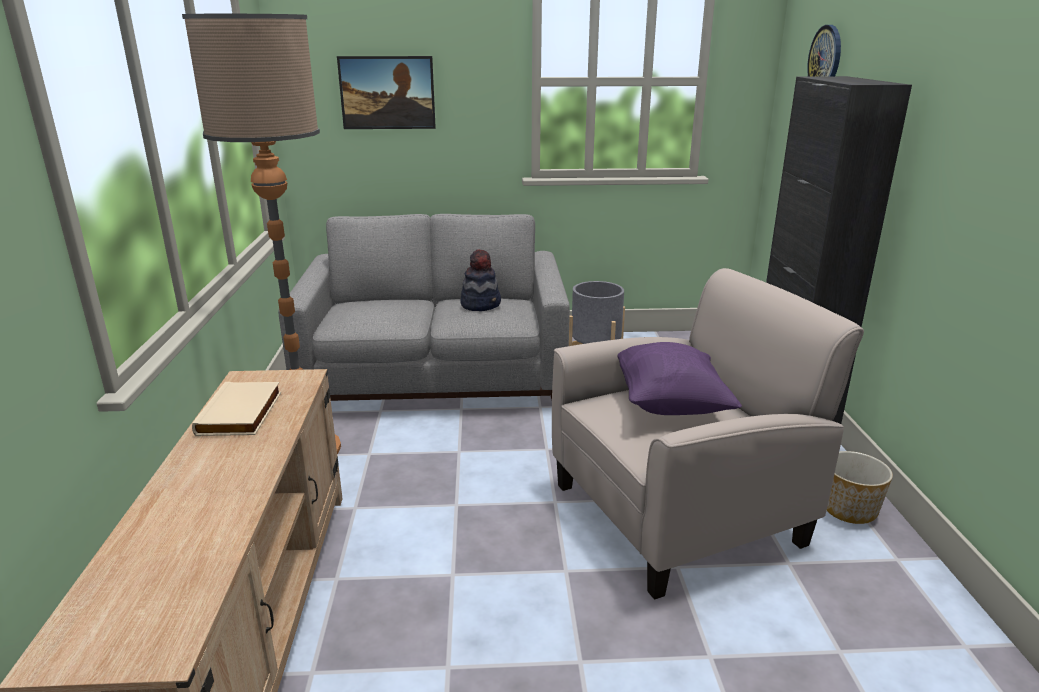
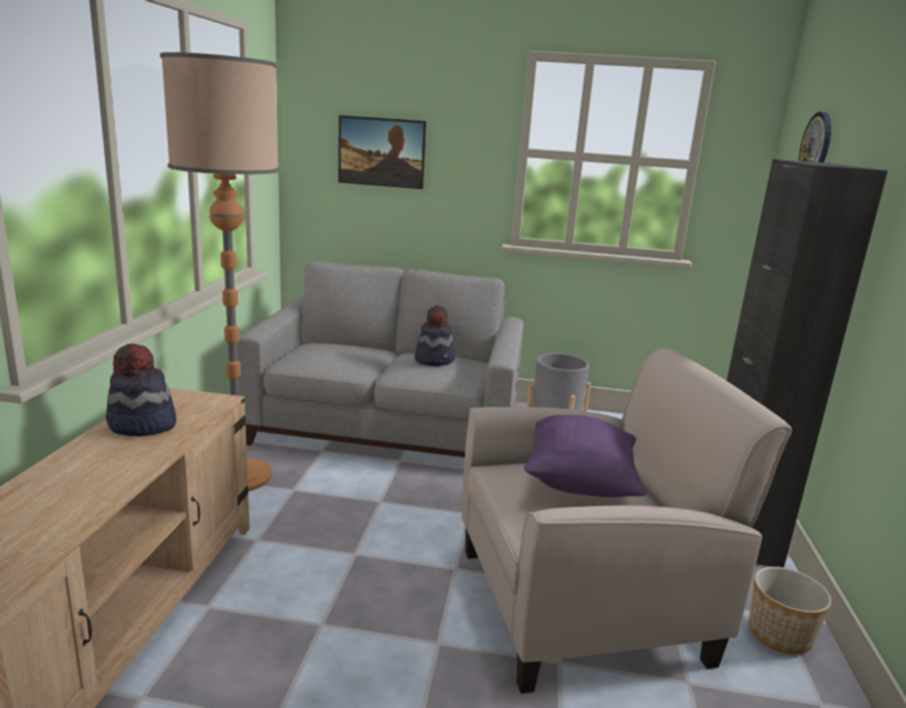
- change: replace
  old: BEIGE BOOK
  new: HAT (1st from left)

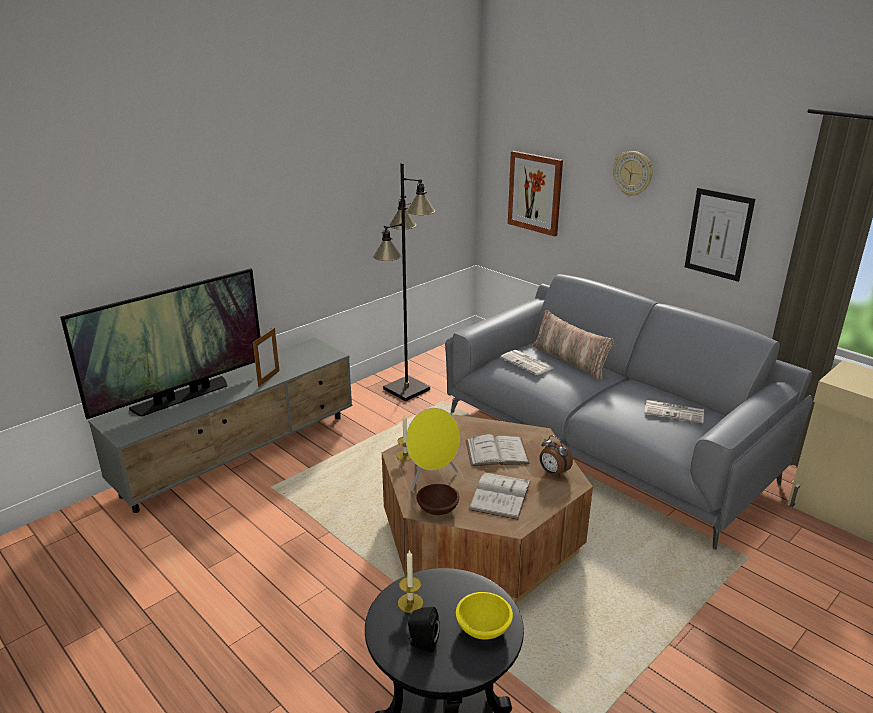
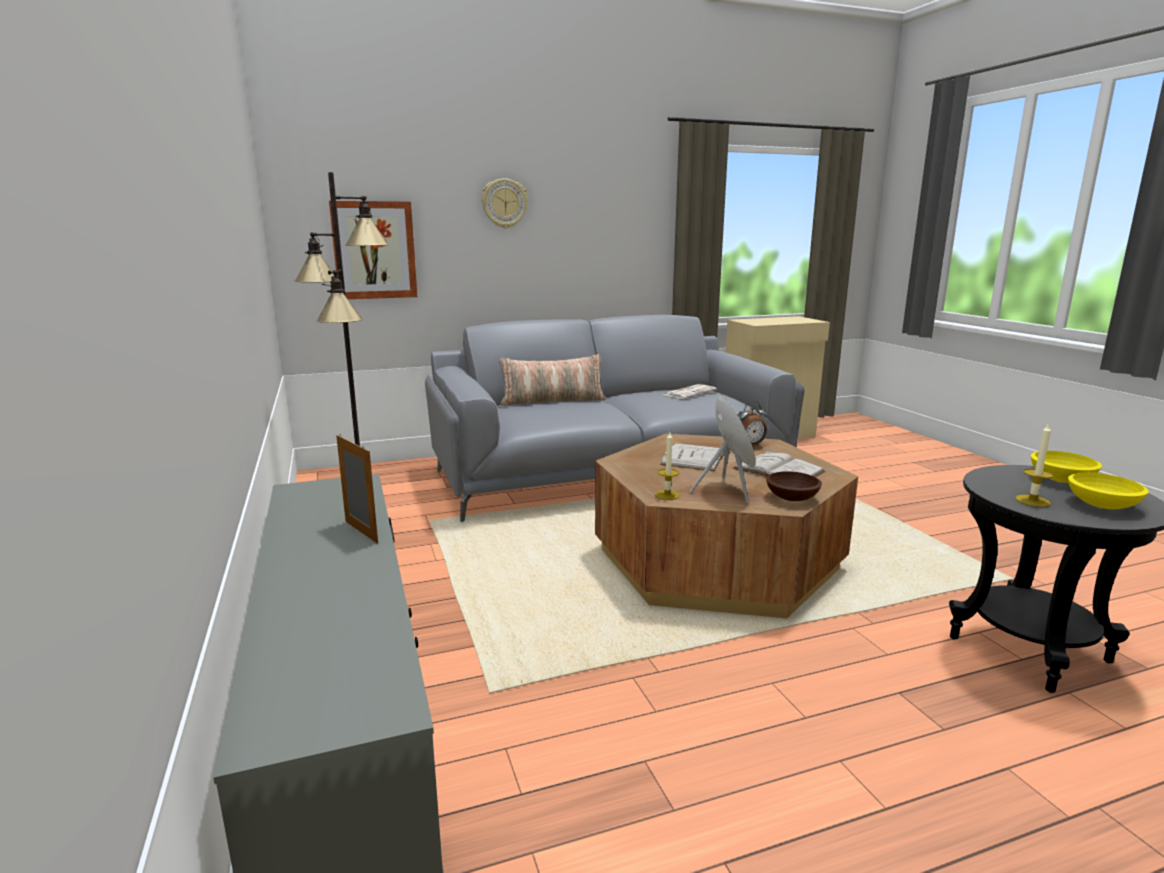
- change: delete
  old: TELEVISION
- change: delete
  old: NEWSPAPER (1st from left)
- change: delete
  old: PICTURE (2nd from left)
- change: replace
  old: BLACK SPEAKER
  new: YELLOW BOWL (2nd from left)

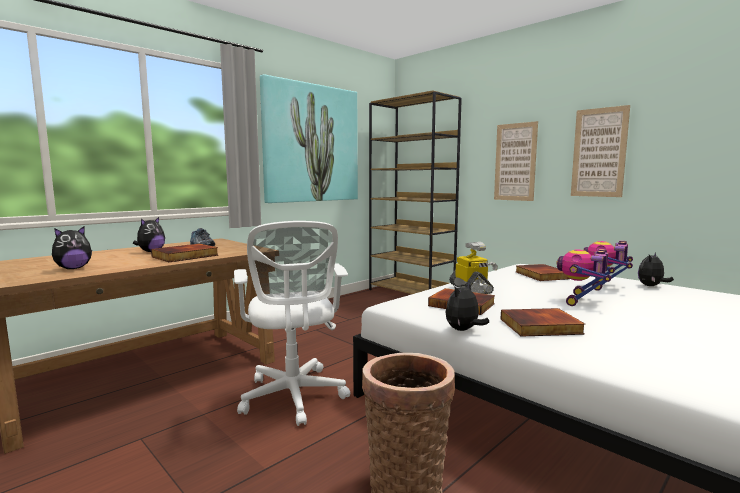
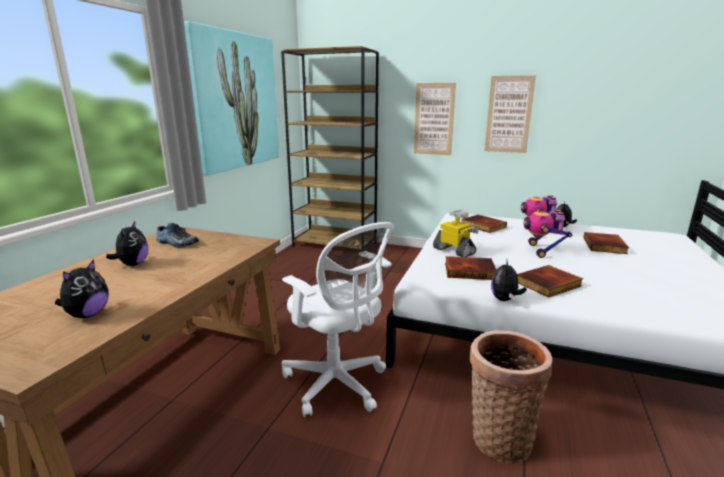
- change: move
  old: BOOK (1st from left in the first image)
  new: BOOK (4th from left)

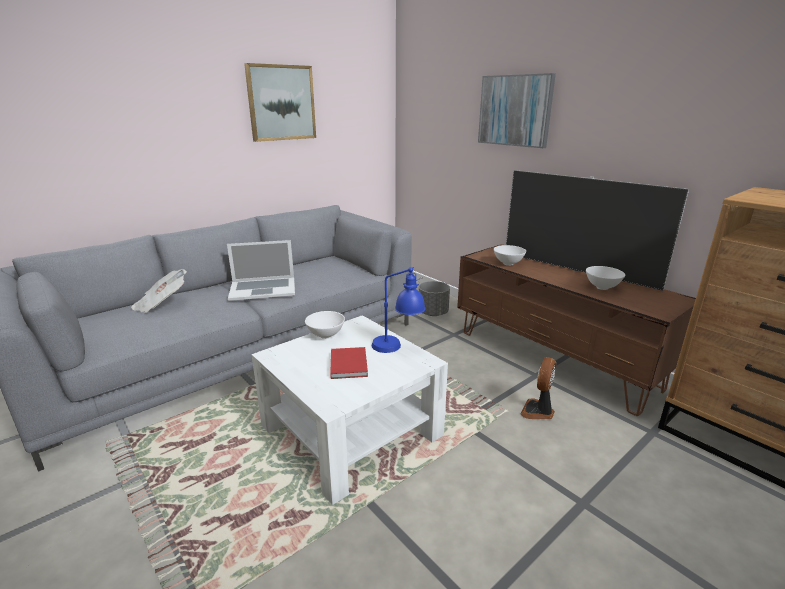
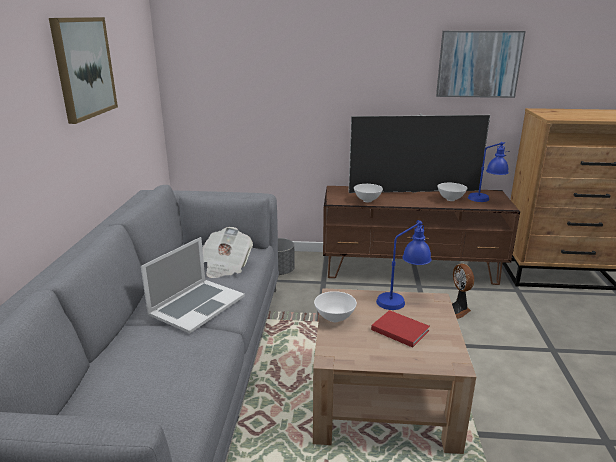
- change: insert
  new: BLUE TABLE LAMP (2nd from left)
- change: move
  old: NEWSPAPER
- change: move
  old: PICTURE (2nd from left)
- change: recolor
  old: WHITE COFFEE TABLE
  new: BROWN COFFEE TABLE

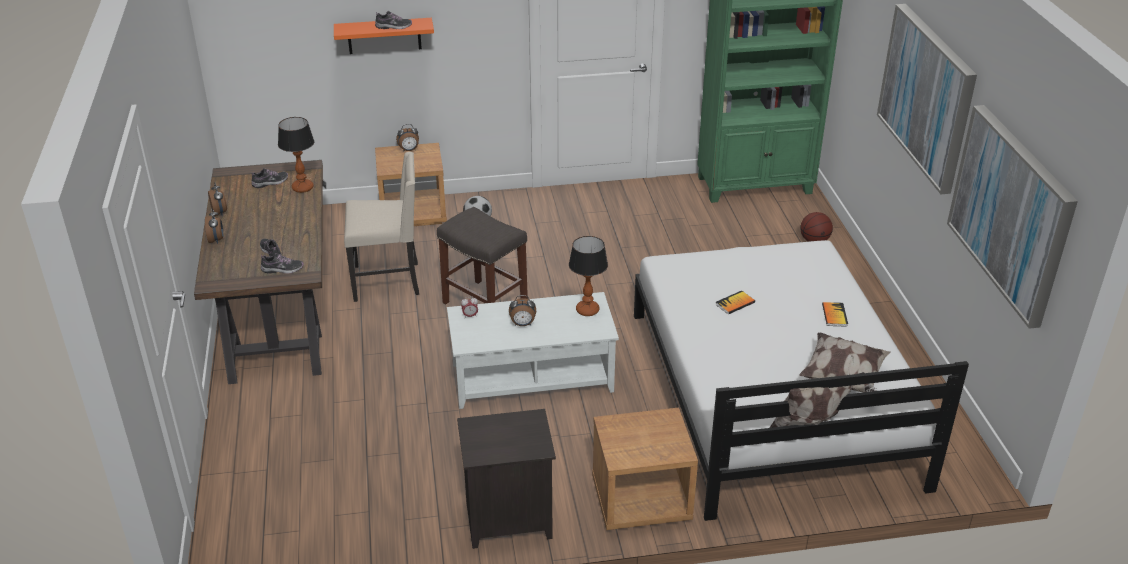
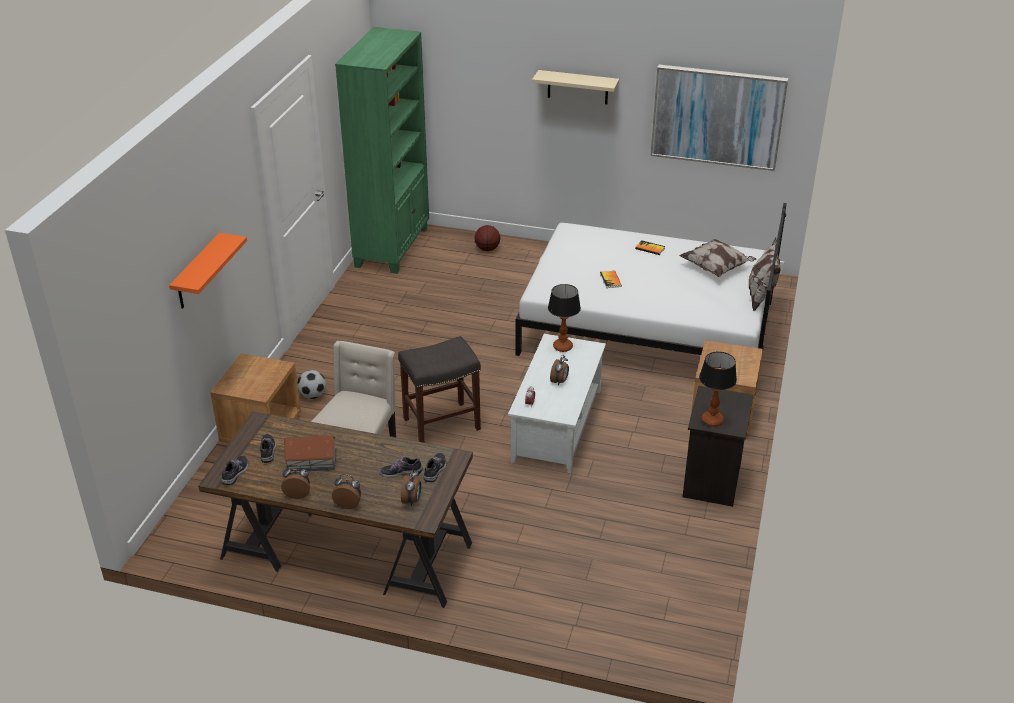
- change: insert
  new: TOY HOUSE
- change: move
  old: TABLE LAMP (1st from left in the first image)
  new: TABLE LAMP (2nd from left)
- change: move
  old: SHOE (4th from left in the first image)
  new: SHOE (1st from left)
- change: move
  old: ALARM CLOCK (3rd from left)
- change: replace
  old: PICTURE (1st from left)
  new: BEIGE SHELF

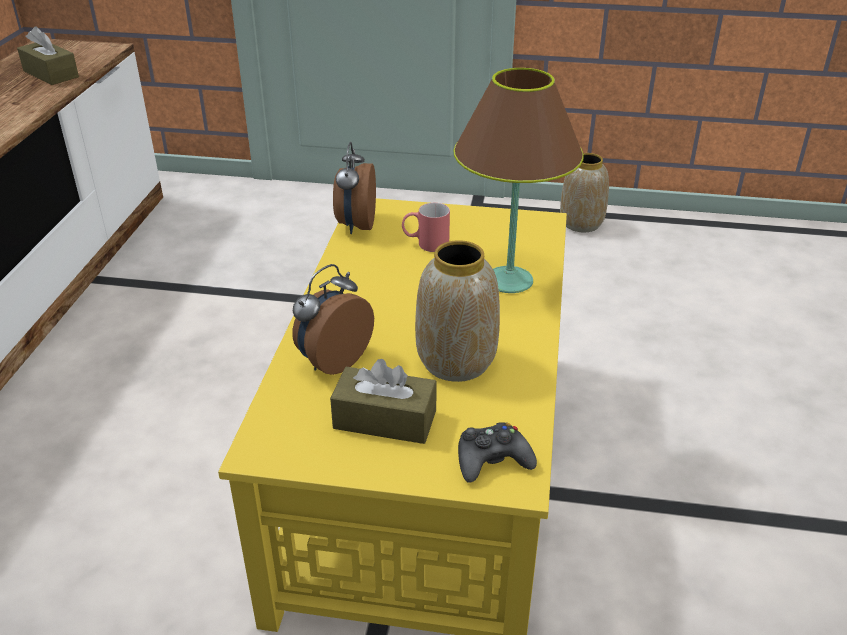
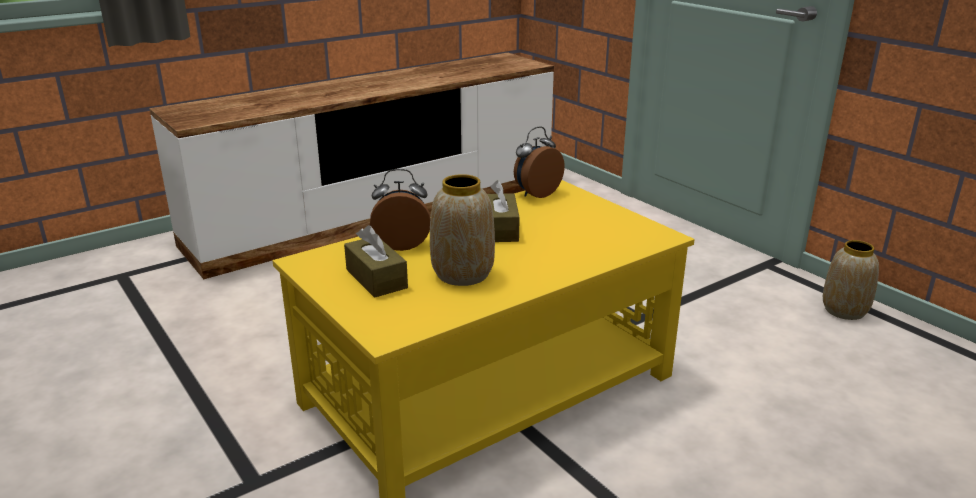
- change: delete
  old: RED MUG
- change: delete
  old: BROWN TABLE LAMP
- change: delete
  old: BLACK GAME CONTROLLER
- change: move
  old: BROWN TISSUE BOX (1st from left in the first image)
  new: BROWN TISSUE BOX (2nd from left)

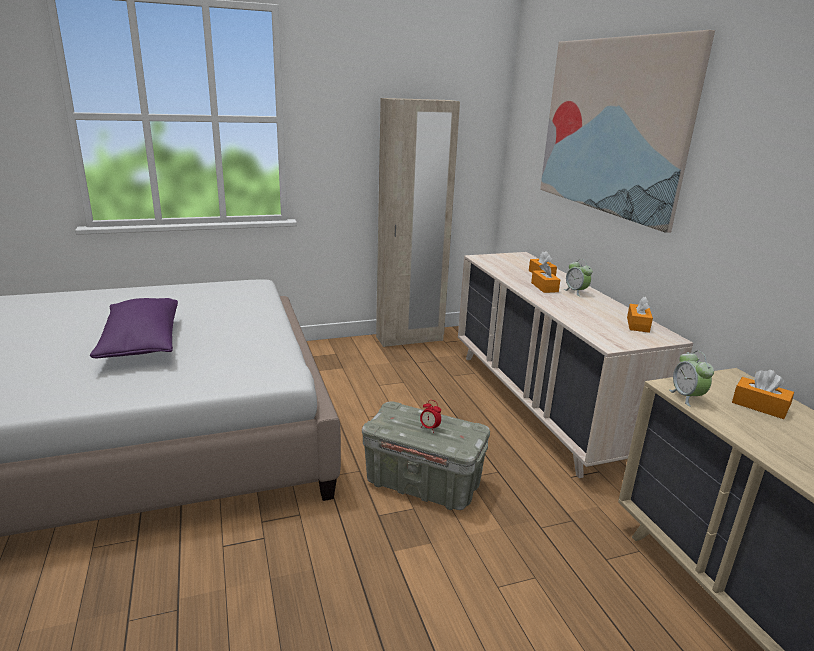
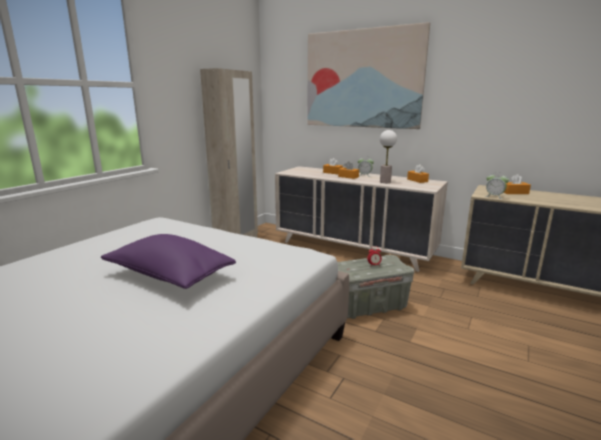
- change: insert
  new: TABLE LAMP

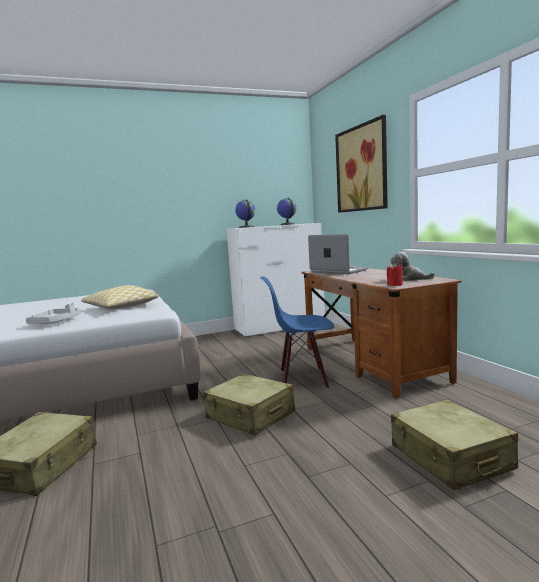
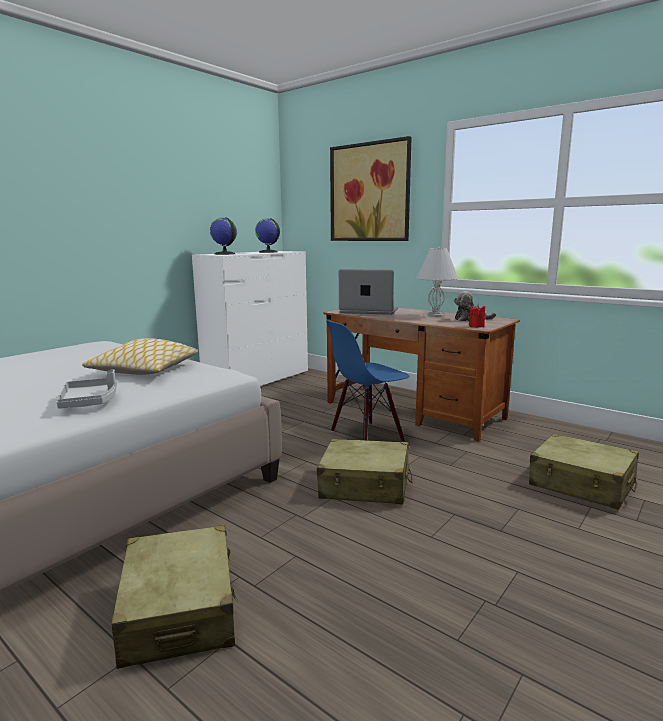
- change: insert
  new: WHITE TABLE LAMP

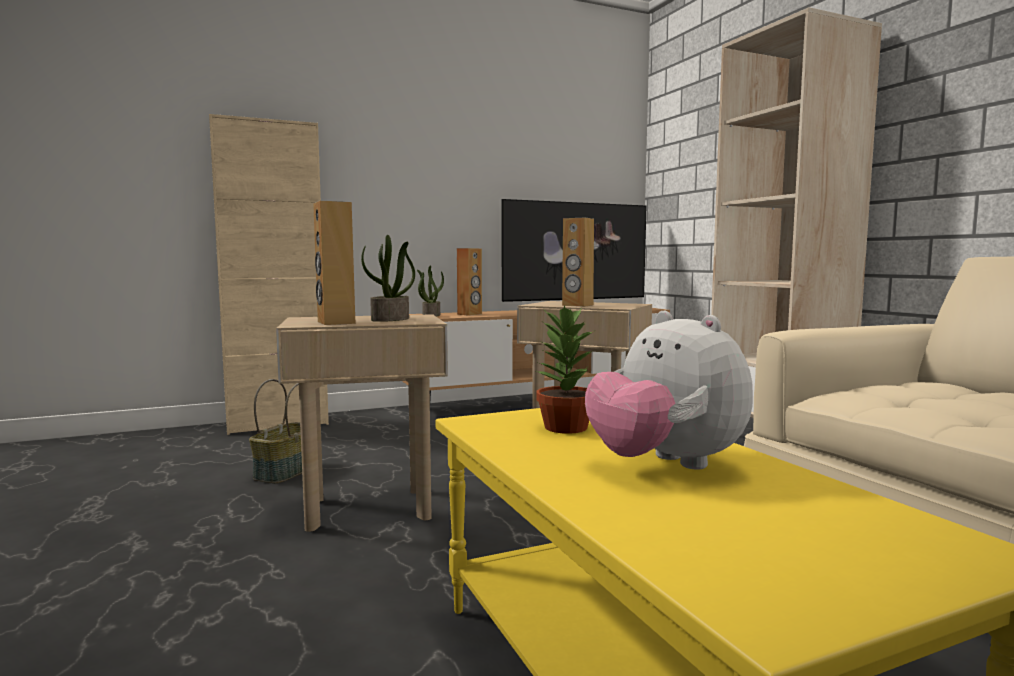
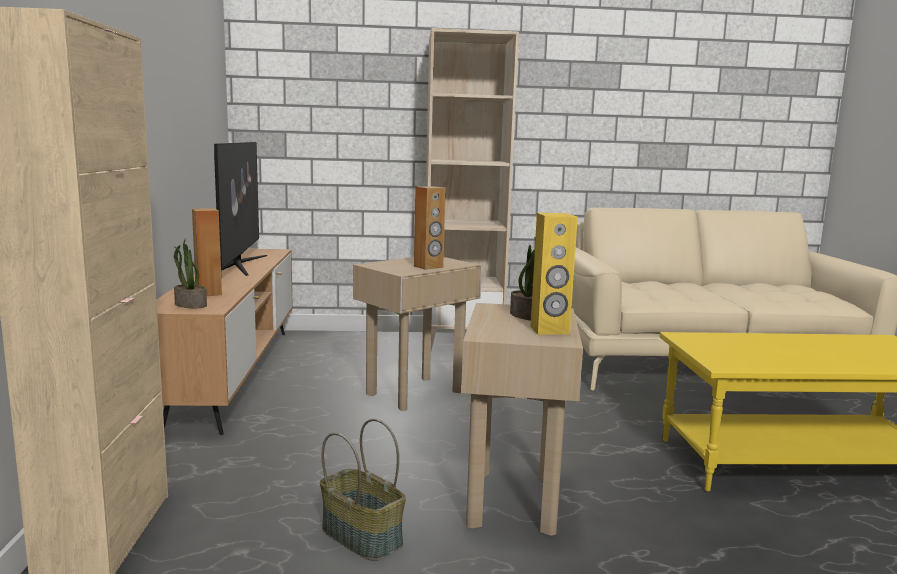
- change: delete
  old: POTTED PLANT (3rd from left)
- change: delete
  old: PLUSH TOY
- change: recolor
  old: BROWN SPEAKER (1st from left)
  new: YELLOW SPEAKER

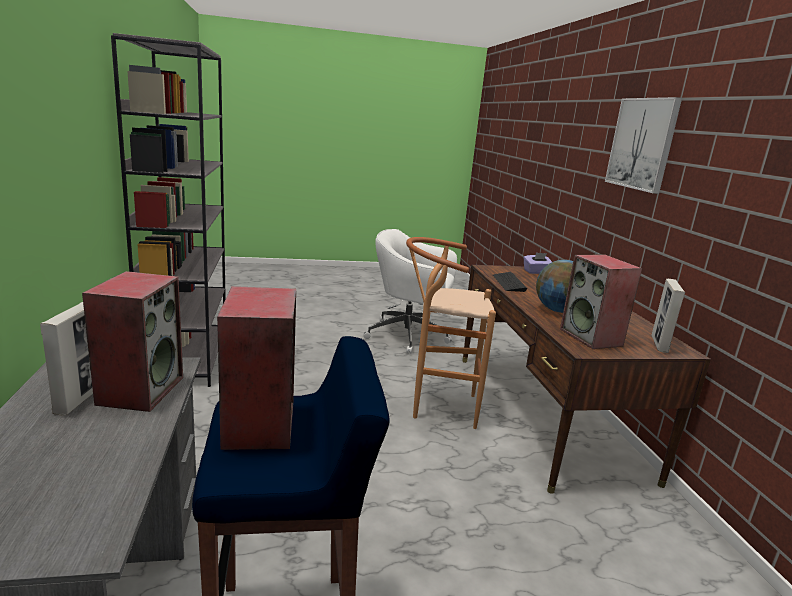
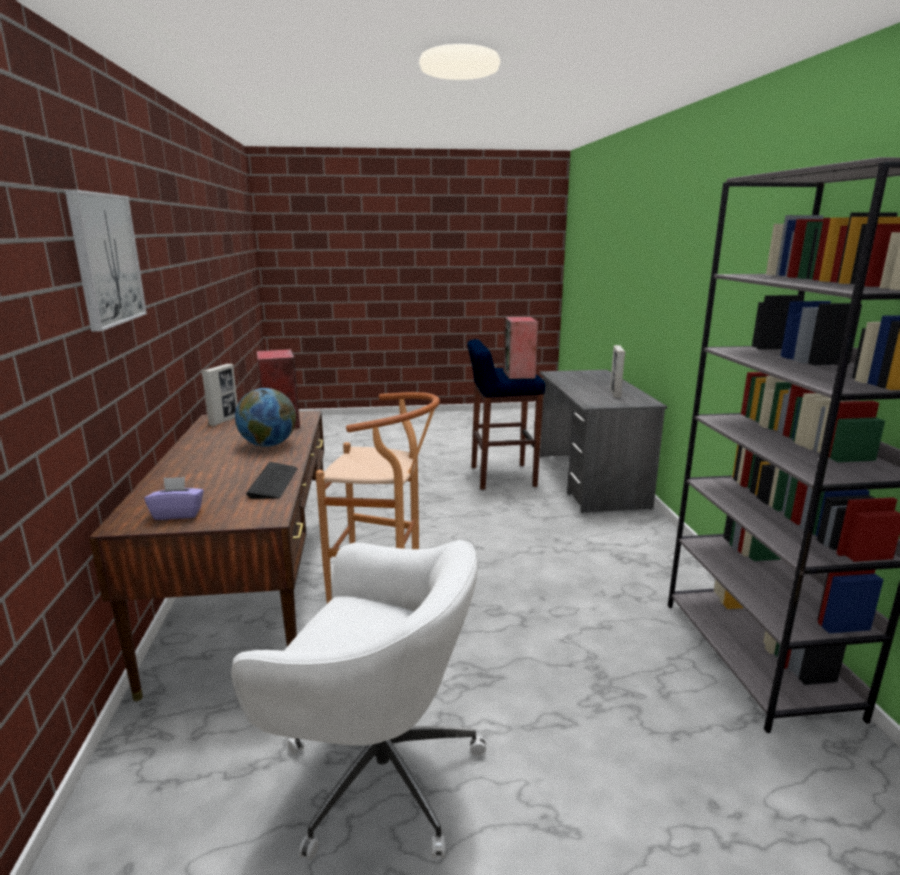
- change: delete
  old: SPEAKER (1st from left)

